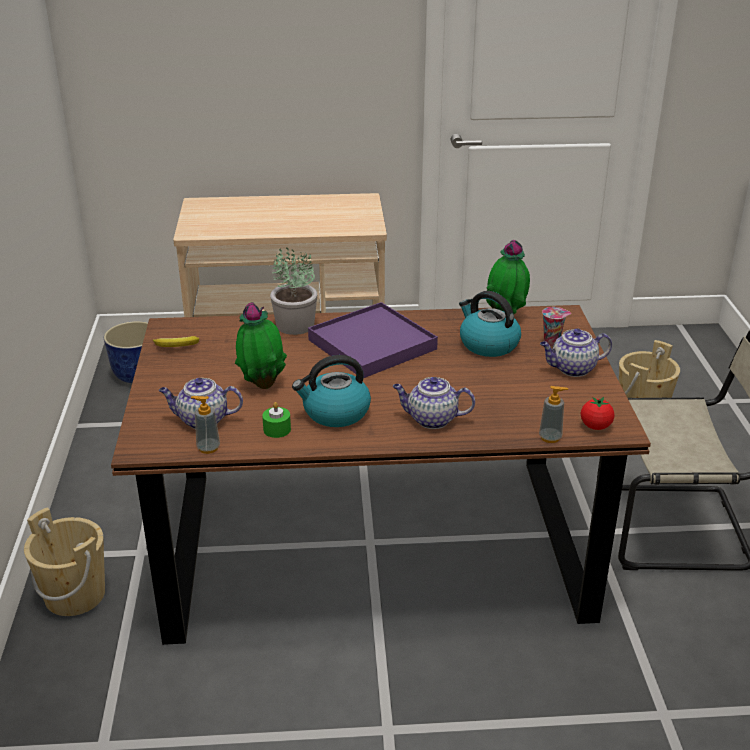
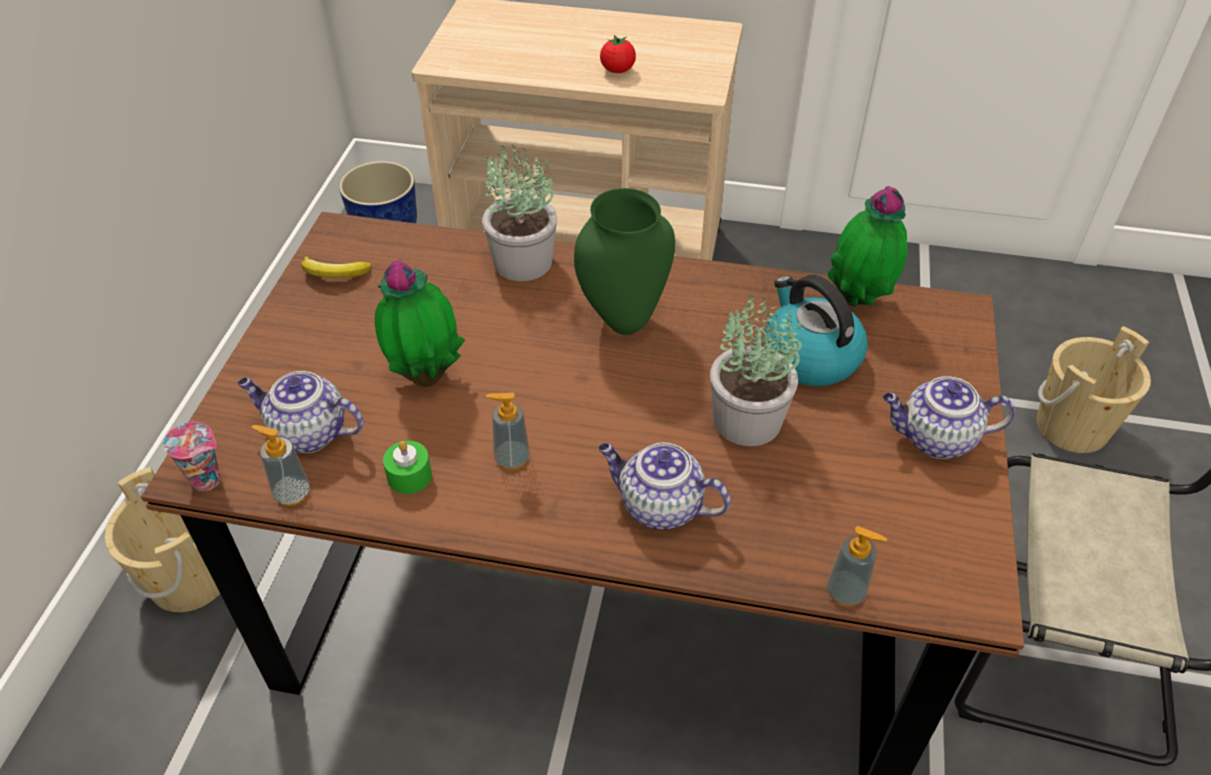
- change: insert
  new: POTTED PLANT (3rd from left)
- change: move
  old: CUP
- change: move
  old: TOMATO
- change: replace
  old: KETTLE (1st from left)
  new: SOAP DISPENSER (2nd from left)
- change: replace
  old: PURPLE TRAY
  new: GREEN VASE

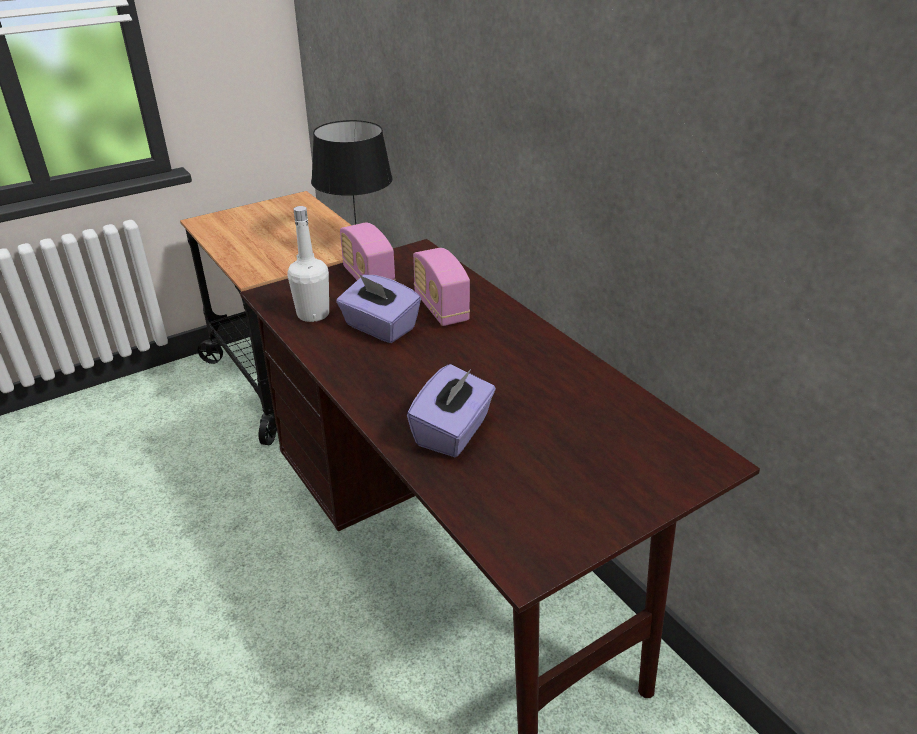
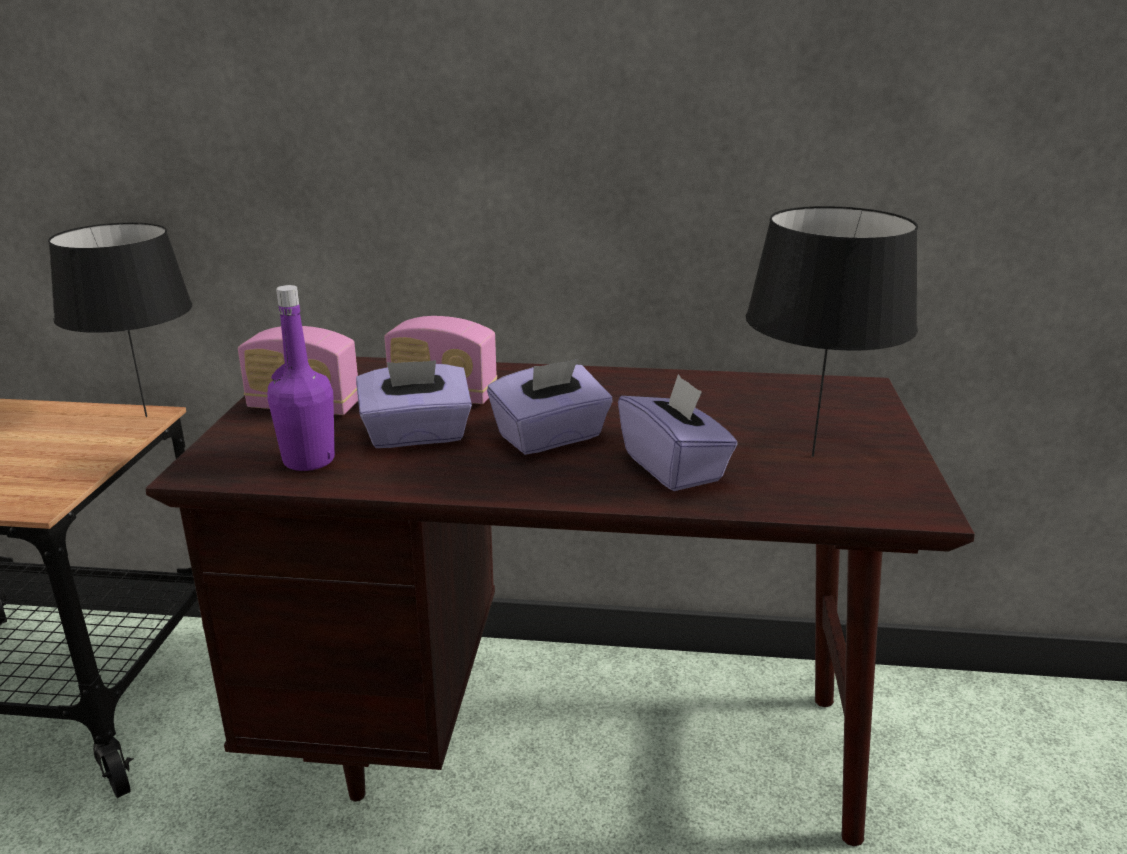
- change: insert
  new: PURPLE TISSUE BOX (2nd from left)
- change: insert
  new: BLACK TABLE LAMP (2nd from left)
- change: recolor
  old: WHITE BOTTLE
  new: PURPLE BOTTLE

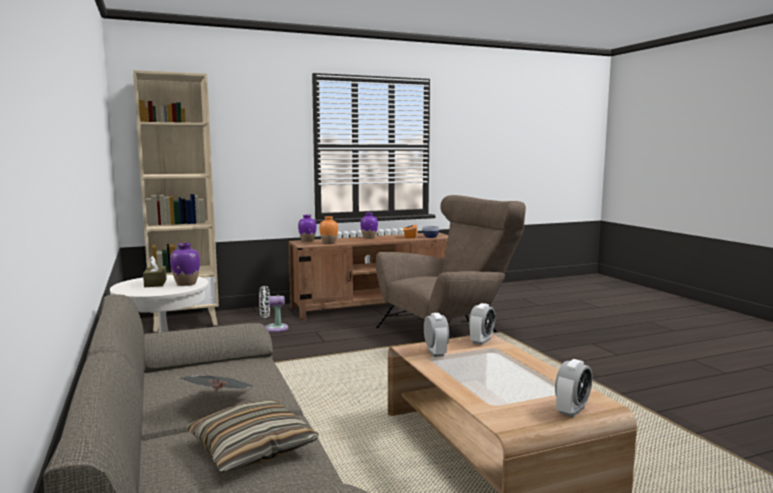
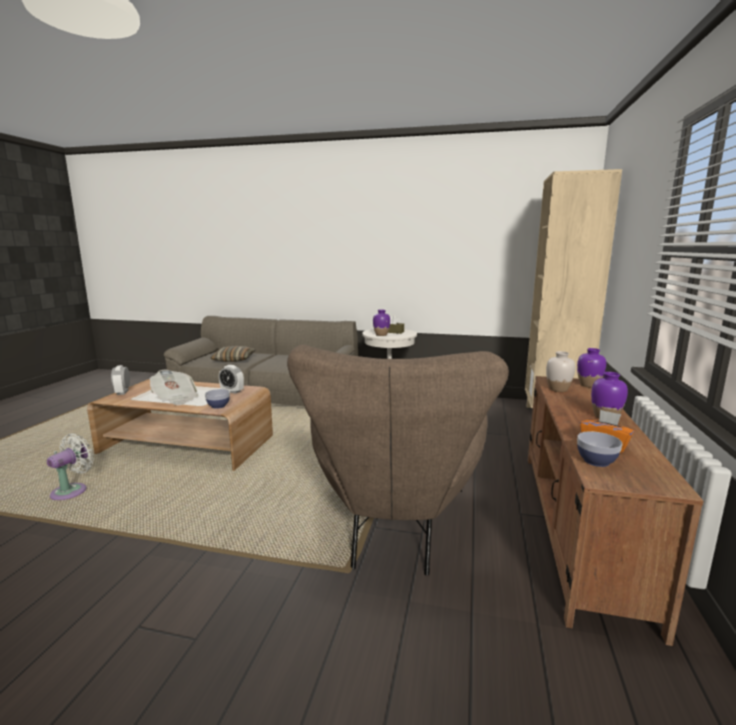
- change: move
  old: NEWSPAPER
- change: move
  old: WHITE FAN
- change: replace
  old: ALARM CLOCK (2nd from left)
  new: BOWL (1st from left)
- change: recolor
  old: ORANGE VASE
  new: WHITE VASE

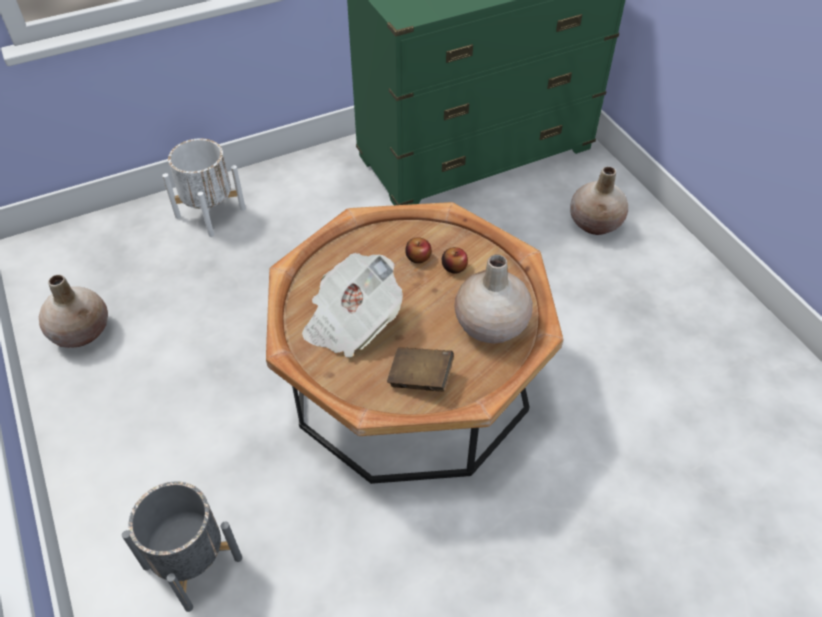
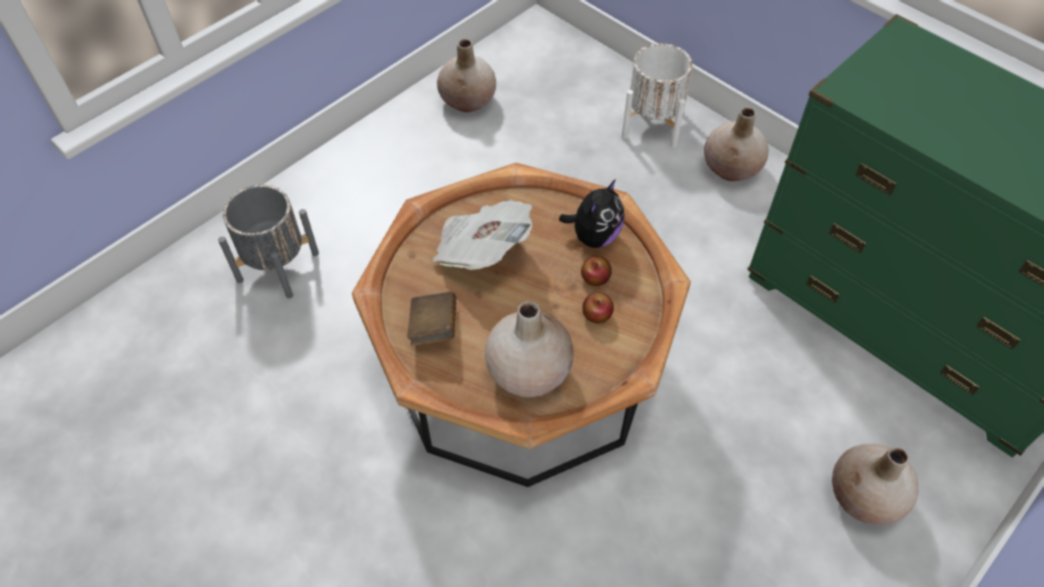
- change: insert
  new: PLUSH TOY
- change: insert
  new: BEIGE VASE (3rd from left)

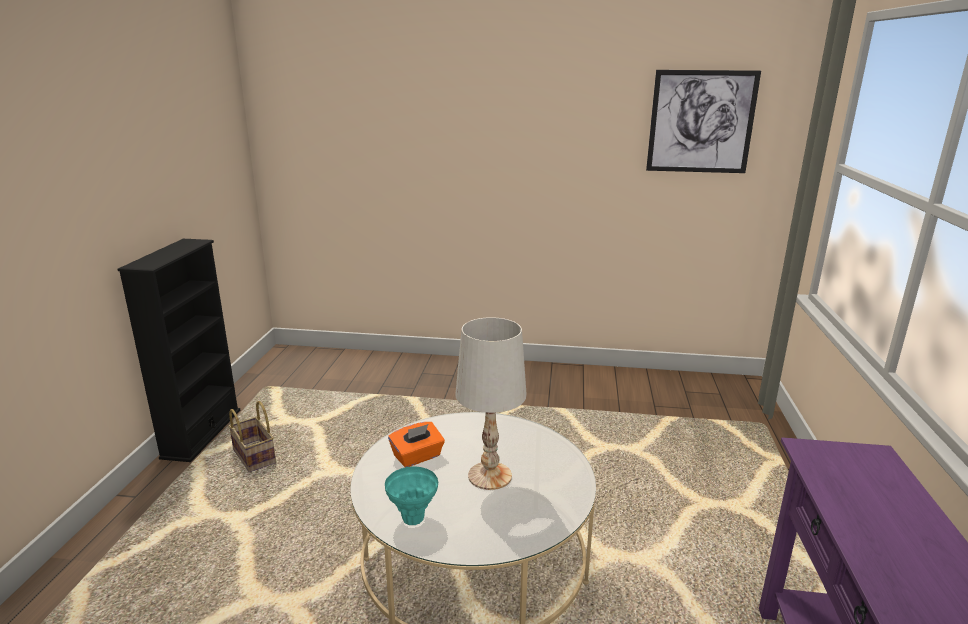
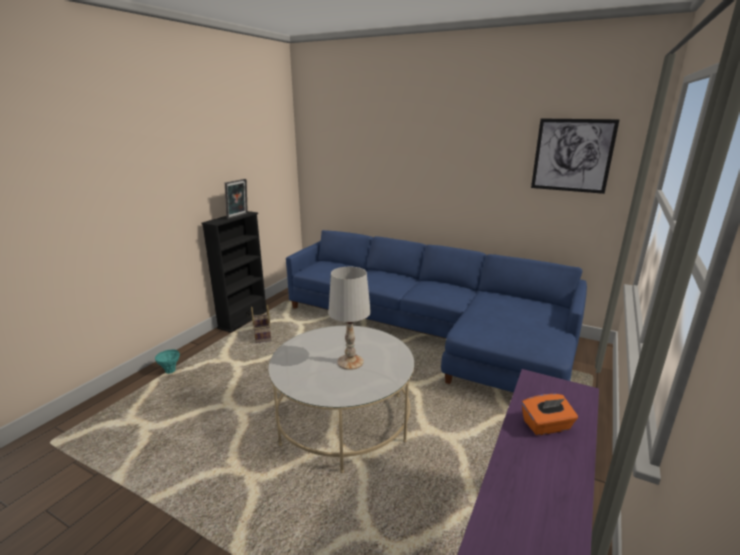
- change: insert
  new: PICTURE FRAME
- change: insert
  new: BLUE SOFA
- change: move
  old: TURQUOISE VASE
- change: move
  old: ORANGE TISSUE BOX

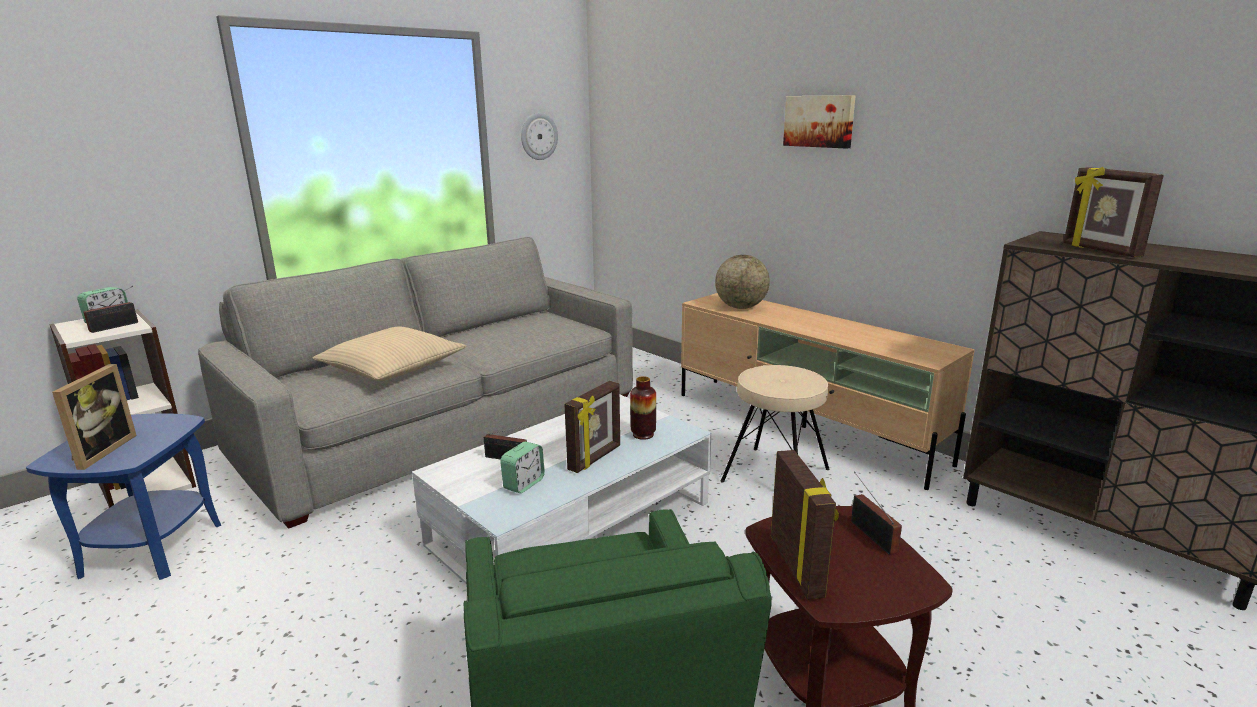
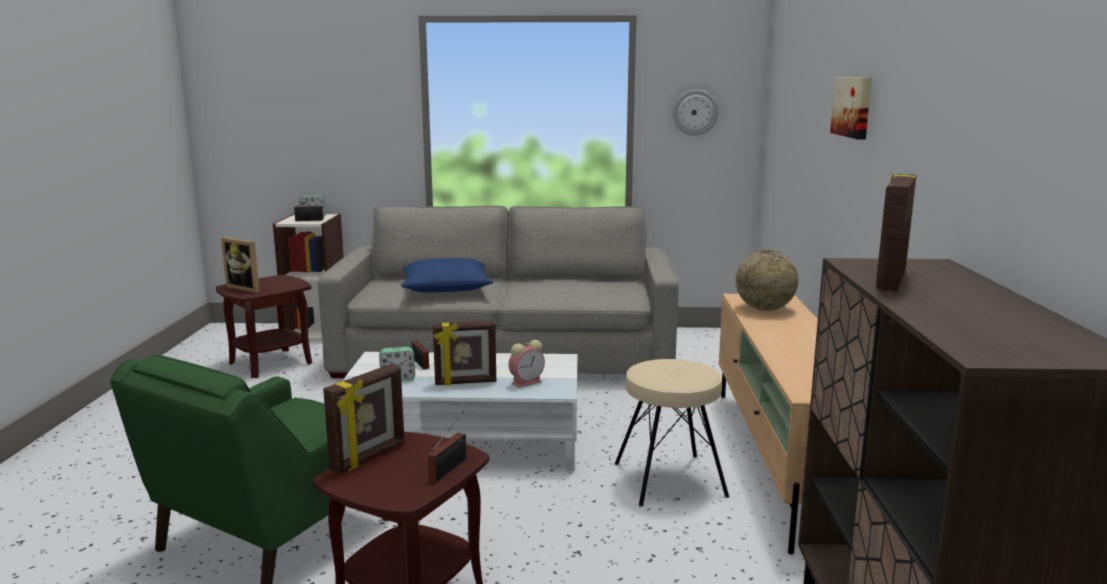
- change: replace
  old: VASE
  new: ALARM CLOCK (3rd from left)
- change: recolor
  old: BLUE SIDE TABLE
  new: BROWN SIDE TABLE (1st from left)
- change: recolor
  old: BEIGE PILLOW
  new: BLUE PILLOW
- change: rotate
  old: PICTURE FRAME (1st from left)
  degrees: 75

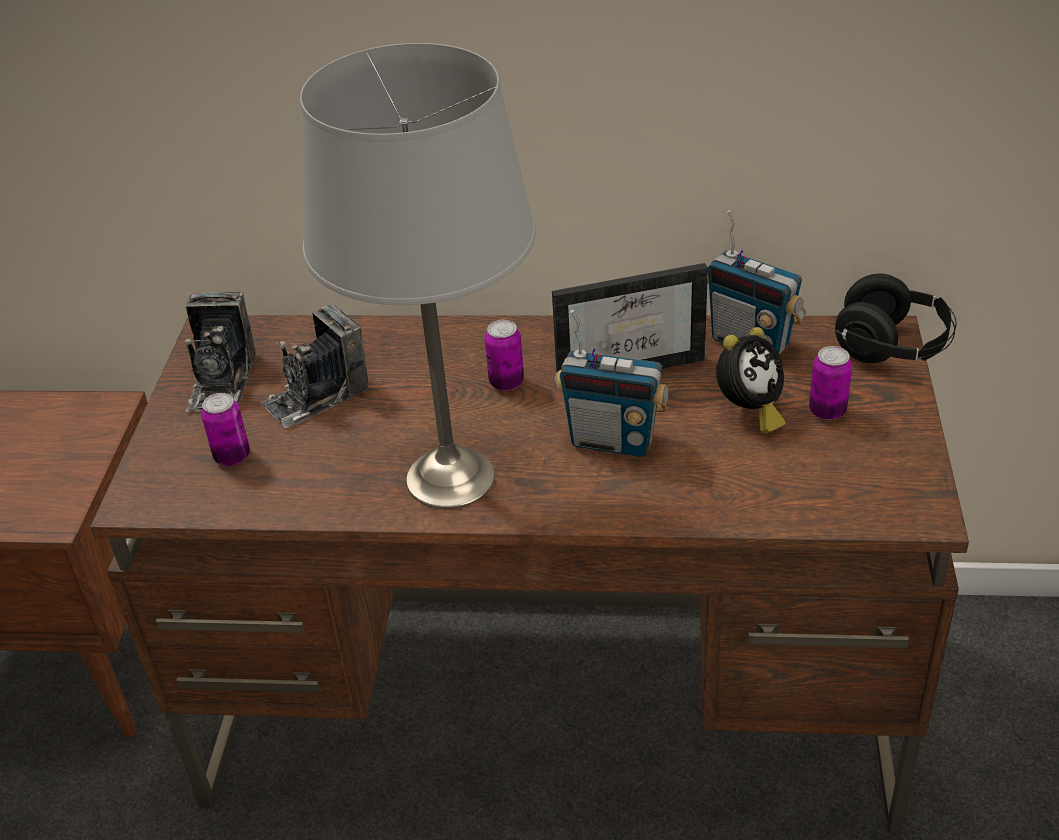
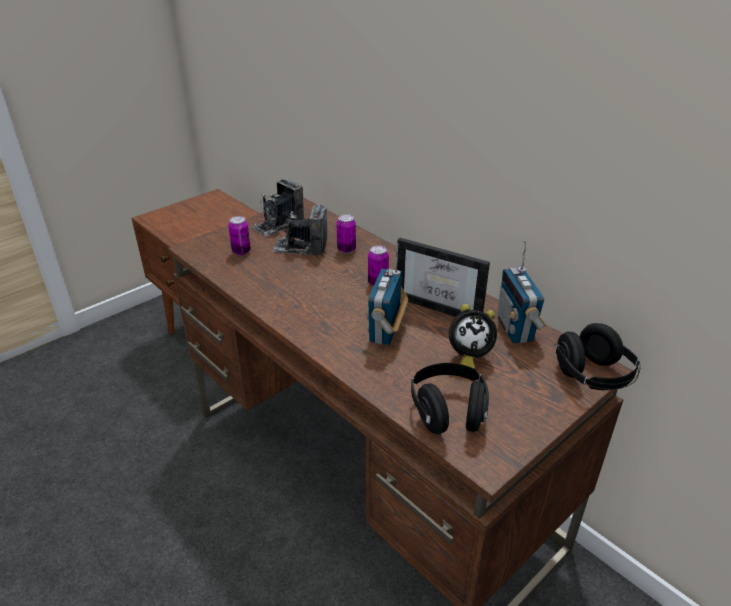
- change: delete
  old: GREY TABLE LAMP
- change: insert
  new: BLACK HEADPHONES (1st from left)
- change: move
  old: CAN (3rd from left in the first image)
  new: CAN (2nd from left)
- change: rotate
  old: RADIO (1st from left)
  degrees: 45

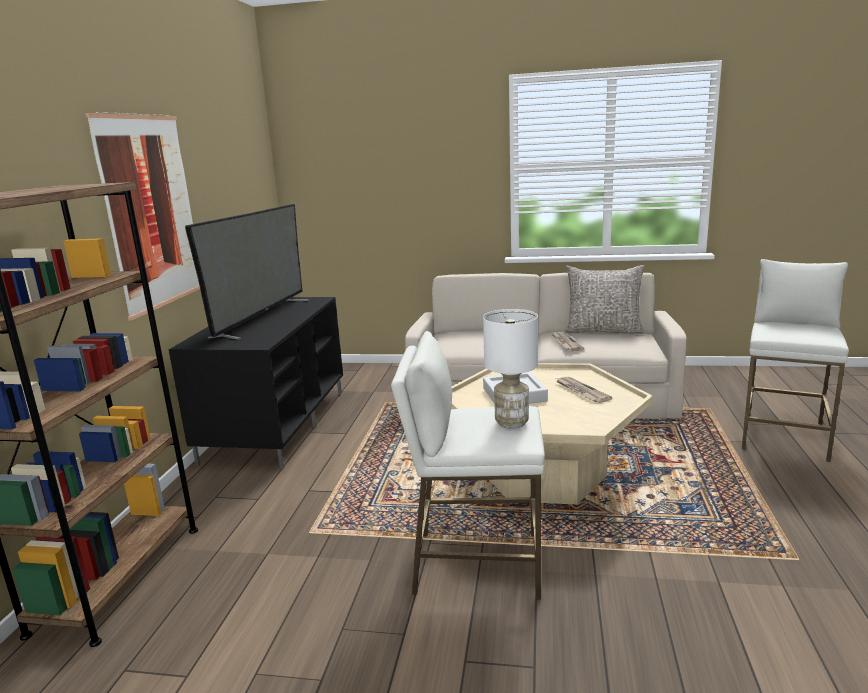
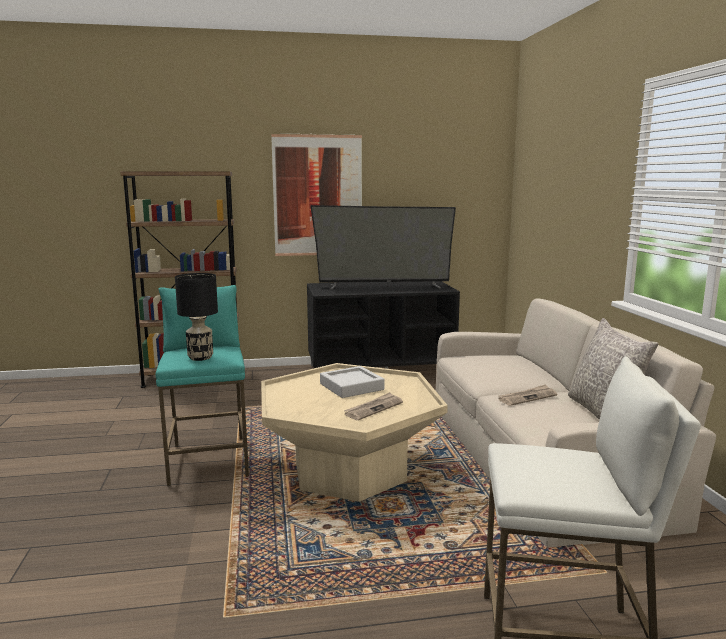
- change: recolor
  old: WHITE STOOL (1st from left)
  new: TURQUOISE STOOL
- change: recolor
  old: WHITE TABLE LAMP
  new: BLACK TABLE LAMP

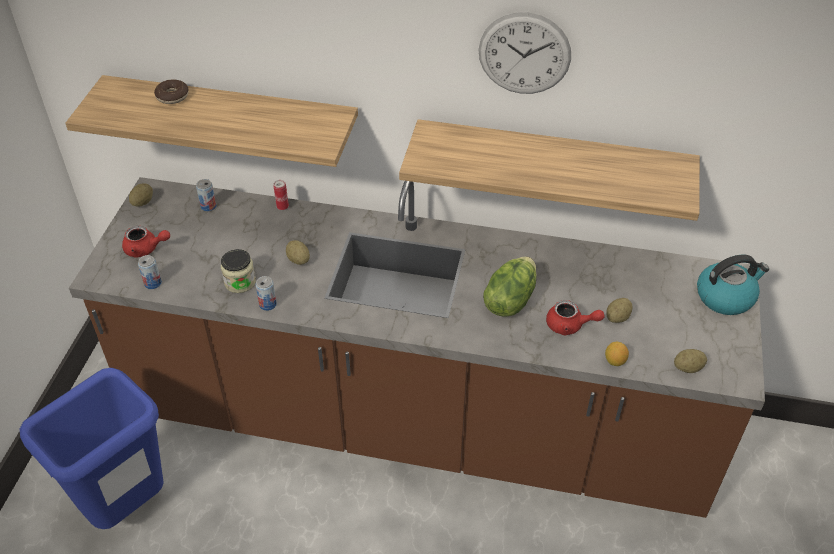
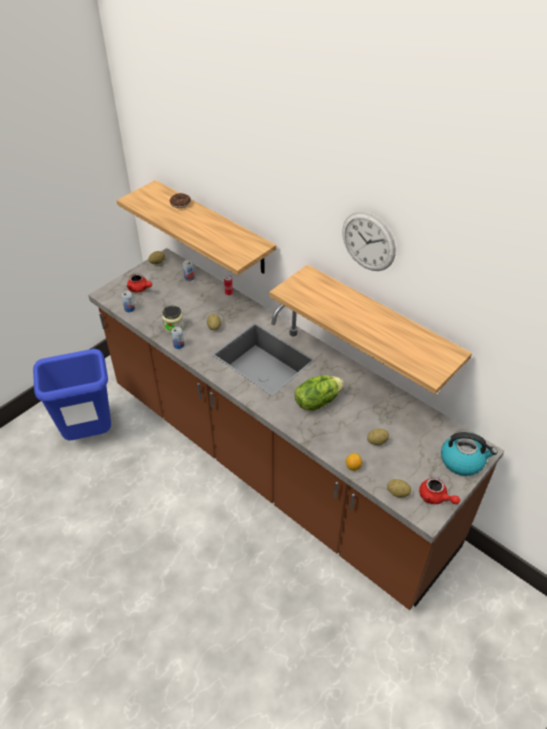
- change: move
  old: RED TEAPOT (2nd from left)

